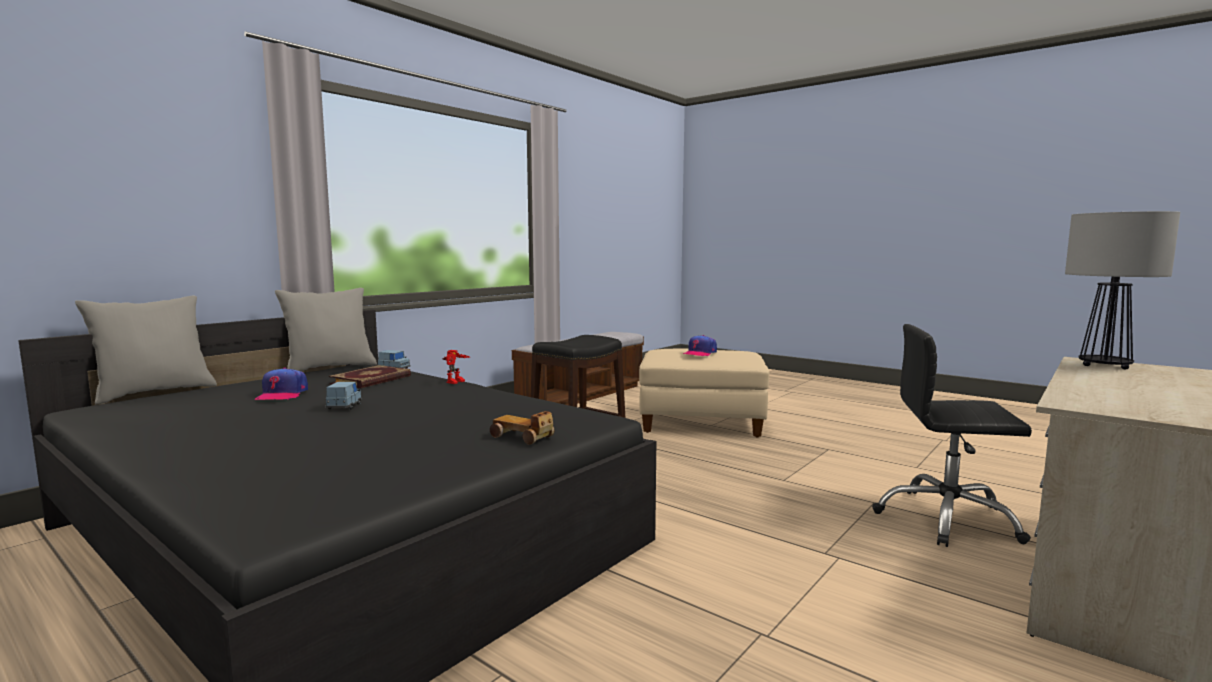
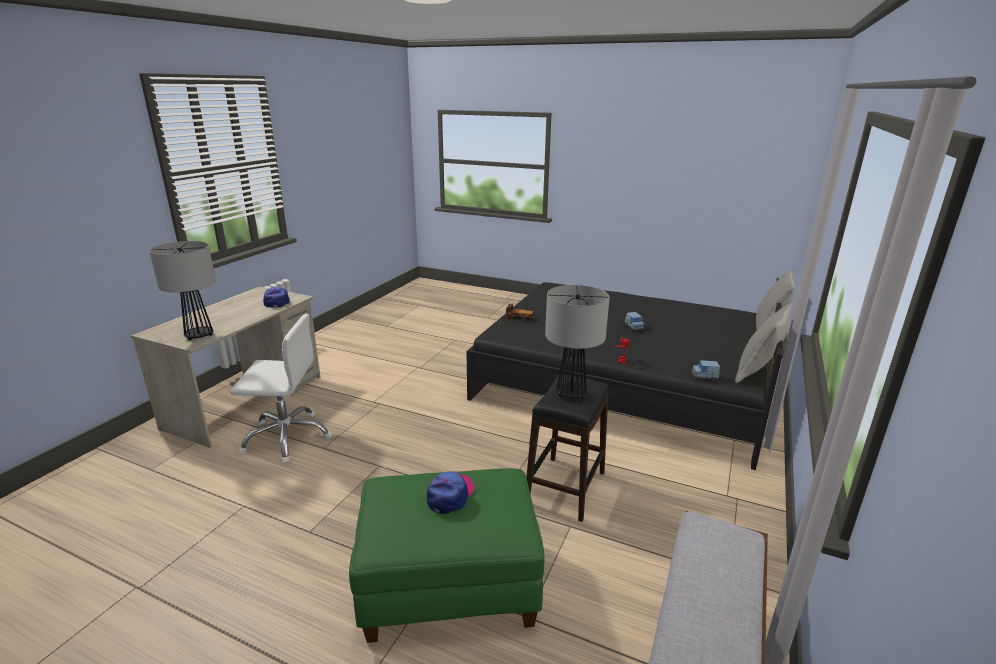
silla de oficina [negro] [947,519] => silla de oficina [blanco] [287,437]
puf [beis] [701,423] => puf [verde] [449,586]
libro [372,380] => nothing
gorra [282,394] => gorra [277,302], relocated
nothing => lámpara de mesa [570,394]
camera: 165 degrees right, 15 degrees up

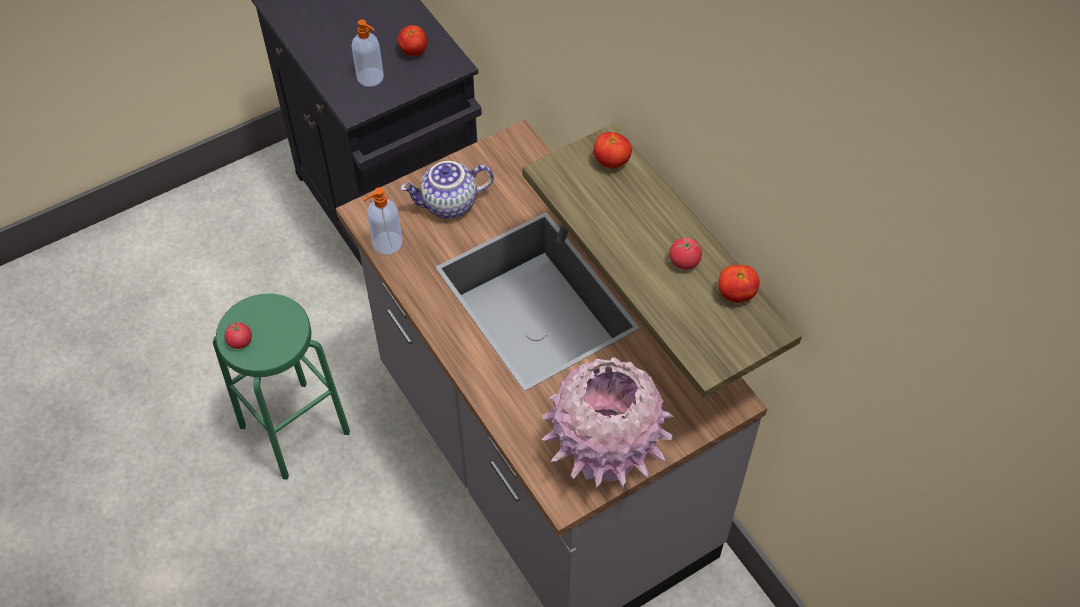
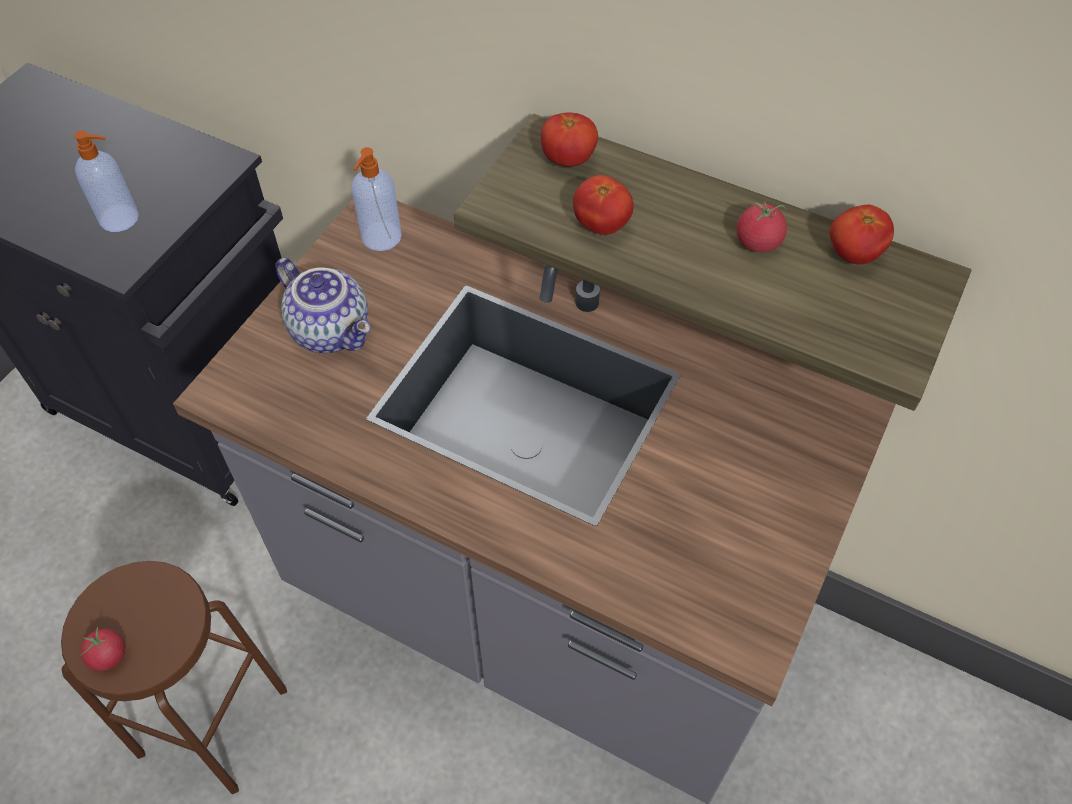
tomate [413,51] => tomate [601,225], relocated
tetera [449,205] => tetera [333,330], 90 degrees counterclockwise
dispensador de jabón [386,244] => dispensador de jabón [380,238], relocated
taburete [verde] [294,429] => taburete [marrón] [212,722]
florero [rosa] [605,453] => nothing
camera: 30 degrees left, 0 degrees up

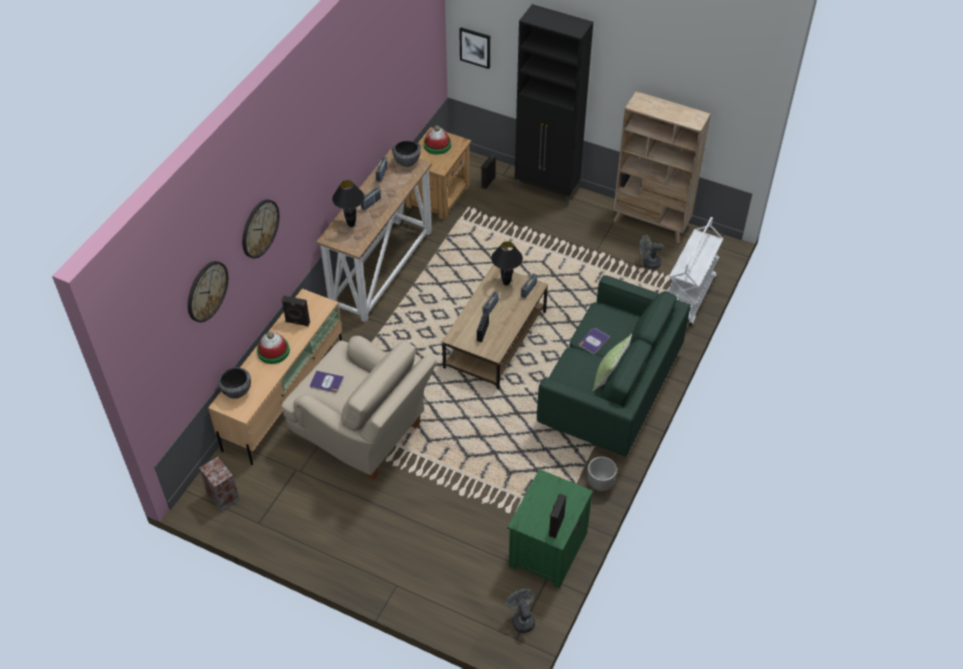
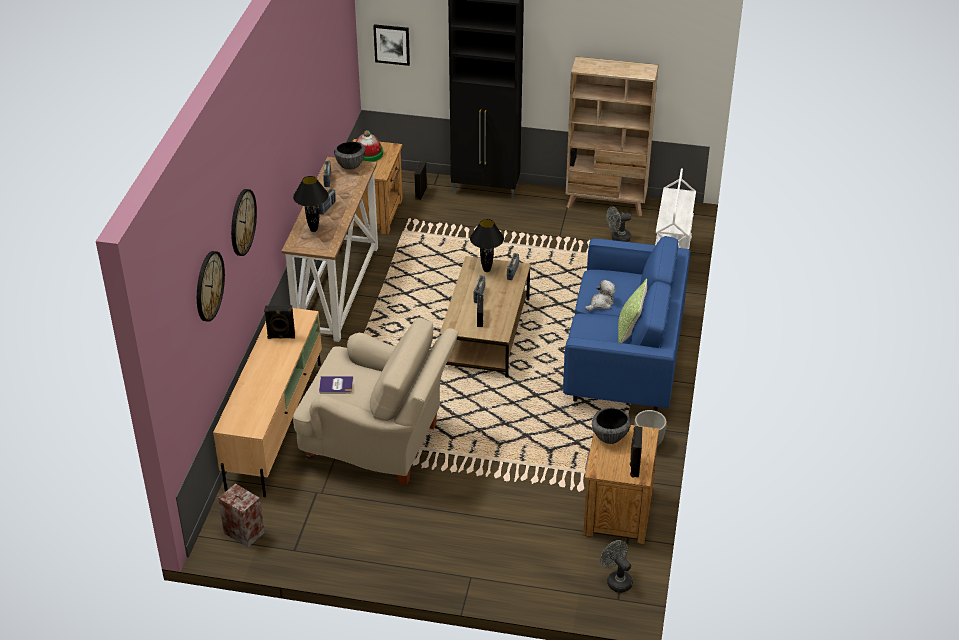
sofá [verde] [609,391] => sofá [azul] [623,358]
libro [593,341] => peluche [601,303]
sombrero [273,351] => nothing
cuenco [237,392] => cuenco [609,437], relocated
mesita de noche [verde] [546,550] => mesita de noche [marrón] [617,512]
camera: 15 degrees left, 10 degrees down

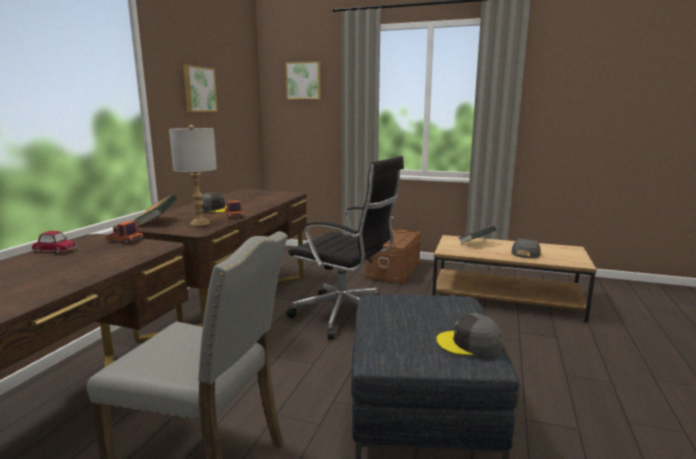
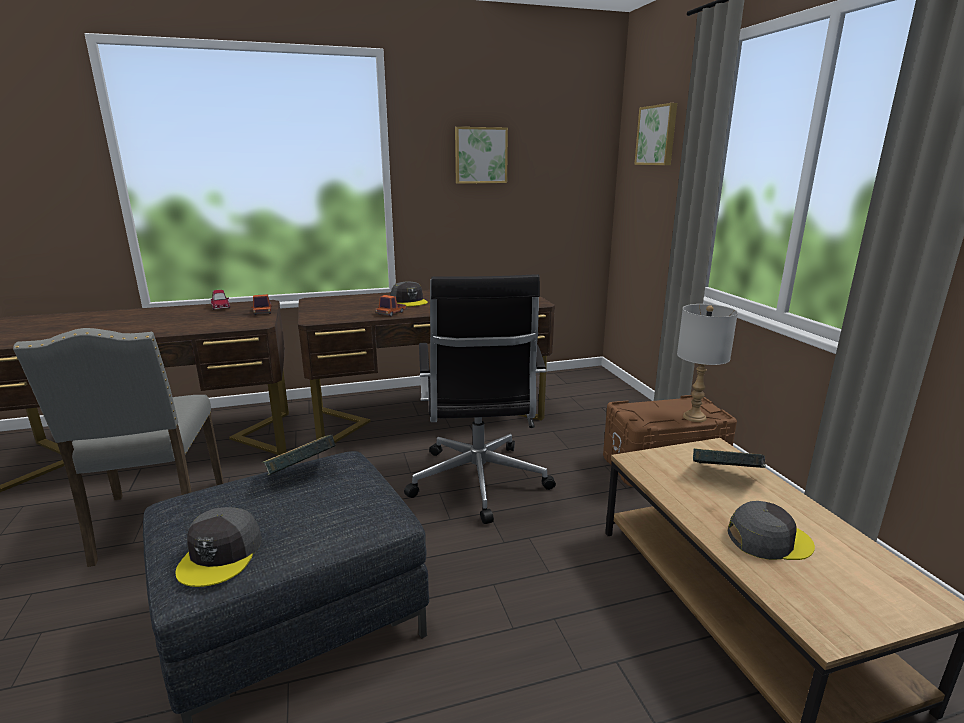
lámpara de mesa [gris] [199,223] => lámpara de mesa [gris] [694,417], relocated
libro [158,222] => libro [301,474], relocated
gorra [gris] [469,343] => gorra [gris] [221,554], 150 degrees counterclockwise
camera: 55 degrees right, 5 degrees up

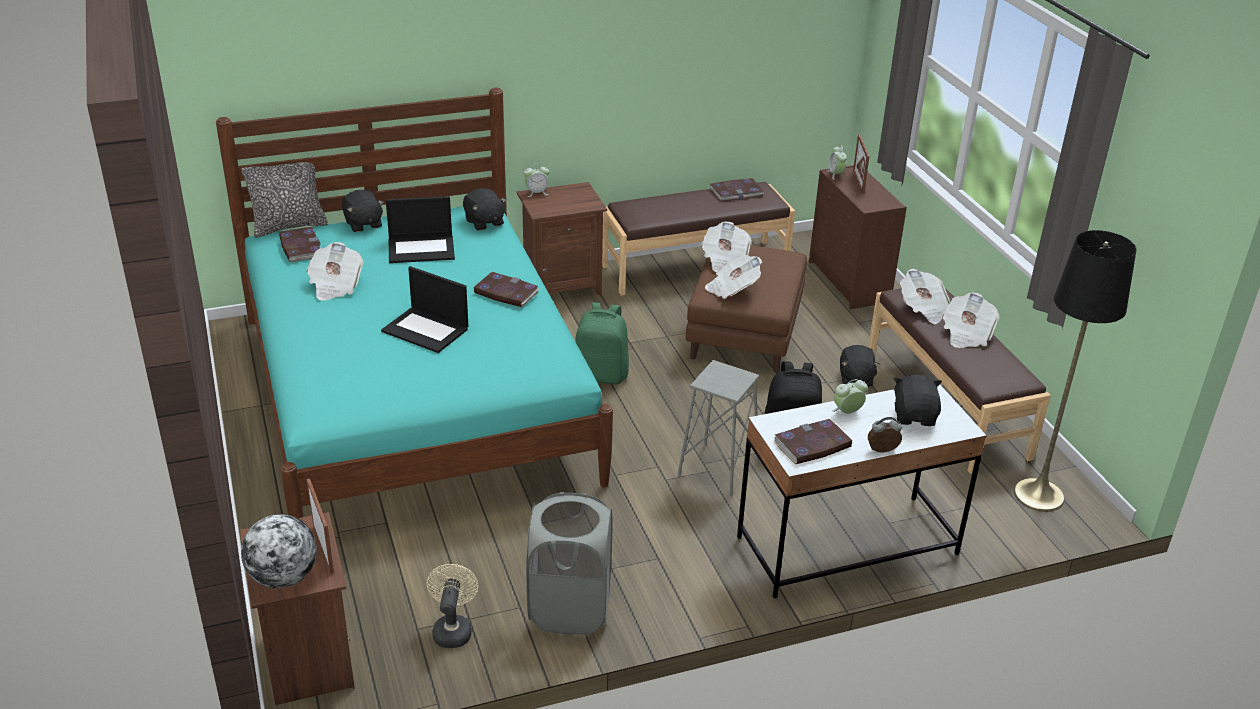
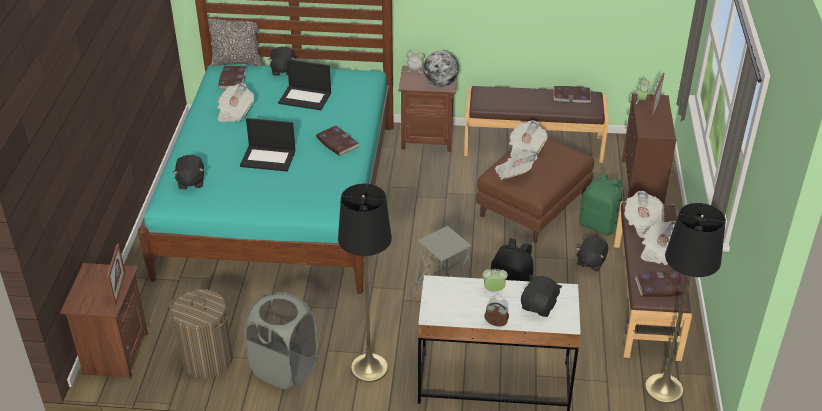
peluche [negro] [484,222] => peluche [negro] [190,182], relocated
portátil [426,330] => portátil [269,158], 45 degrees counterclockwise
mochila [verde] [601,375] => mochila [verde] [599,225], relocated
libro [812,445] => libro [660,287], relocated
globo terráqueo [283,578] => globo terráqueo [440,83], relocated
ventilador [beis] [453,629] => cesto de la ropa [207,360]
nothing => lámpara de pie [negro] [369,368]
camera: 25 degrees right, 5 degrees up

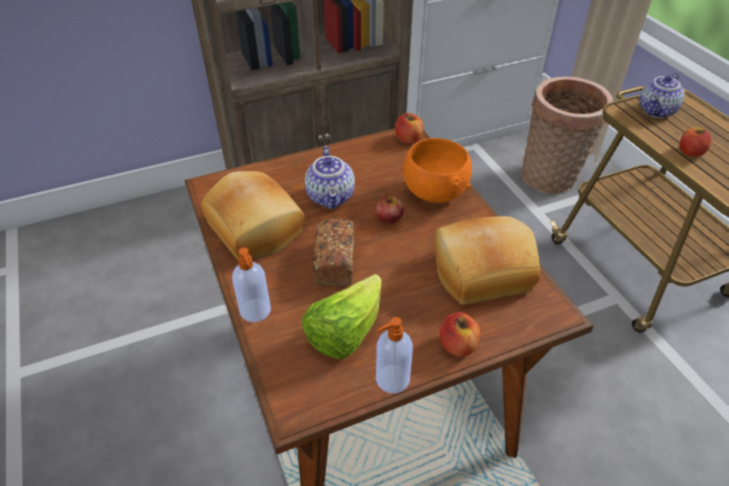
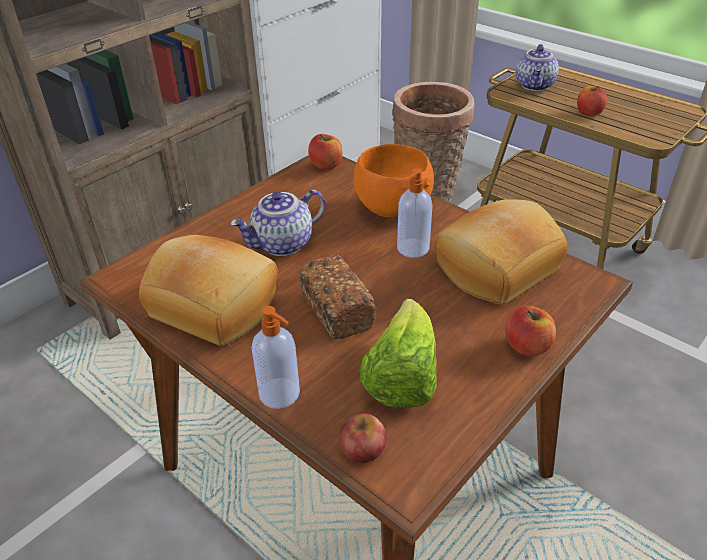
tetera [332,197] => tetera [283,245], 90 degrees clockwise
manzana [389,217] => manzana [362,448], relocated
dispensador de jabón [391,379] => dispensador de jabón [412,249], relocated
camera: 25 degrees left, 5 degrees down

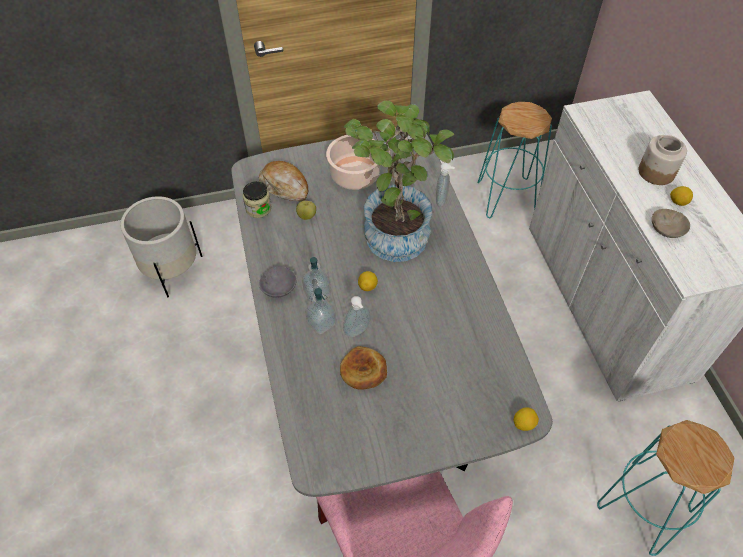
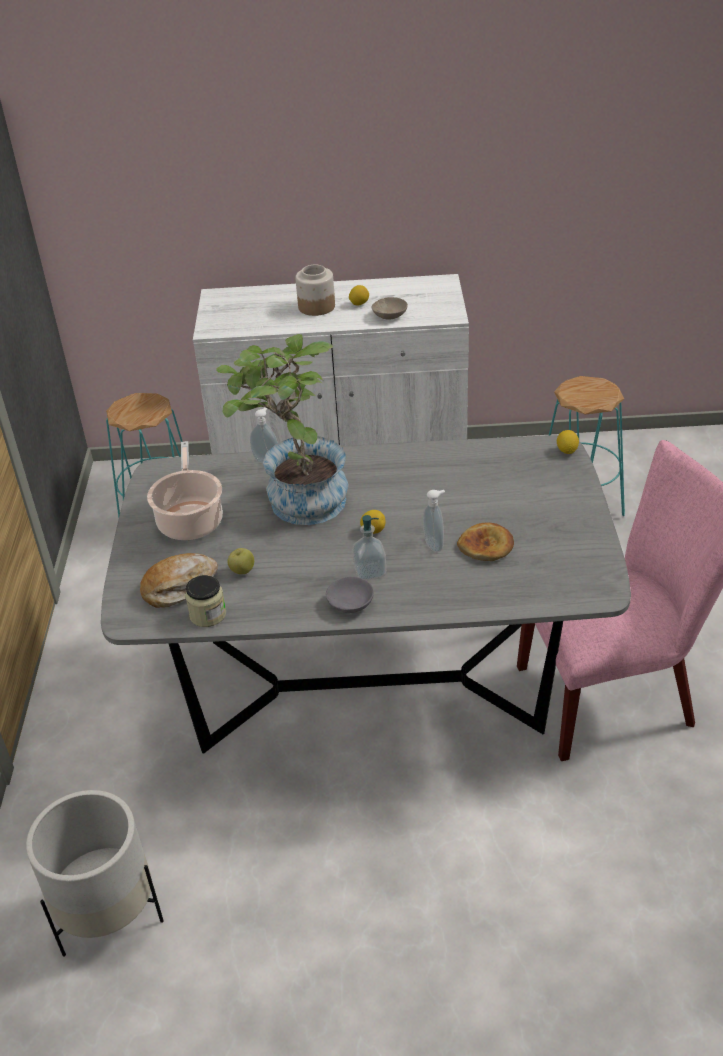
dispensador de jabón [321,323] => nothing
camera: 75 degrees left, 15 degrees down

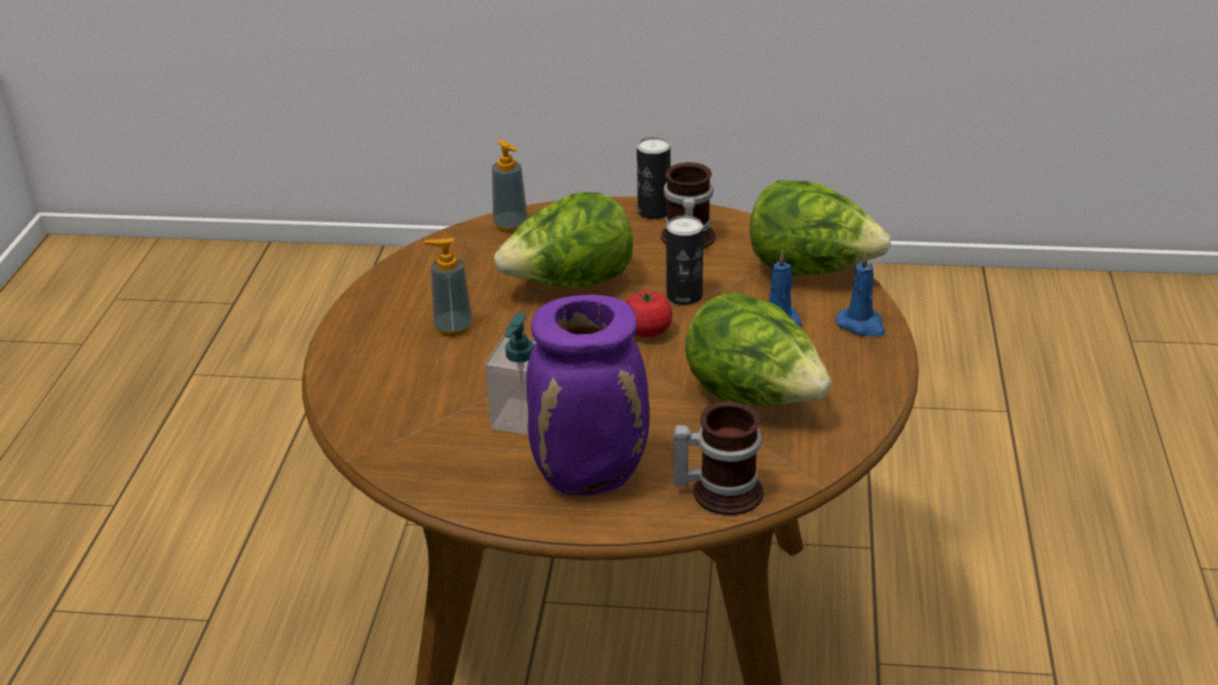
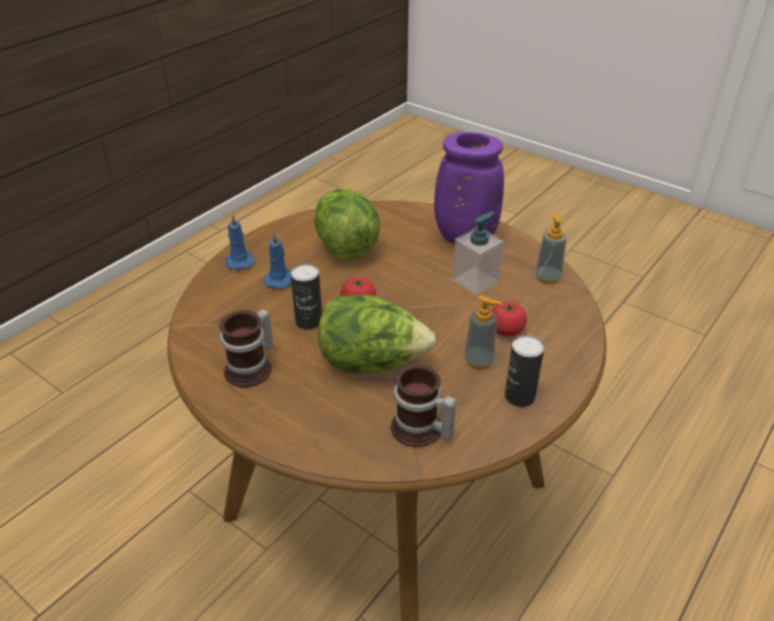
lata [654,212] => lata [519,396], relocated
dispensador de jabón [511,225] => dispensador de jabón [547,277], relocated
lechuga [812,270] => nothing
taza grande [720,490] => taza grande [420,431], relocated
nothing => tomate [506,330]
camera: 150 degrees left, 5 degrees up

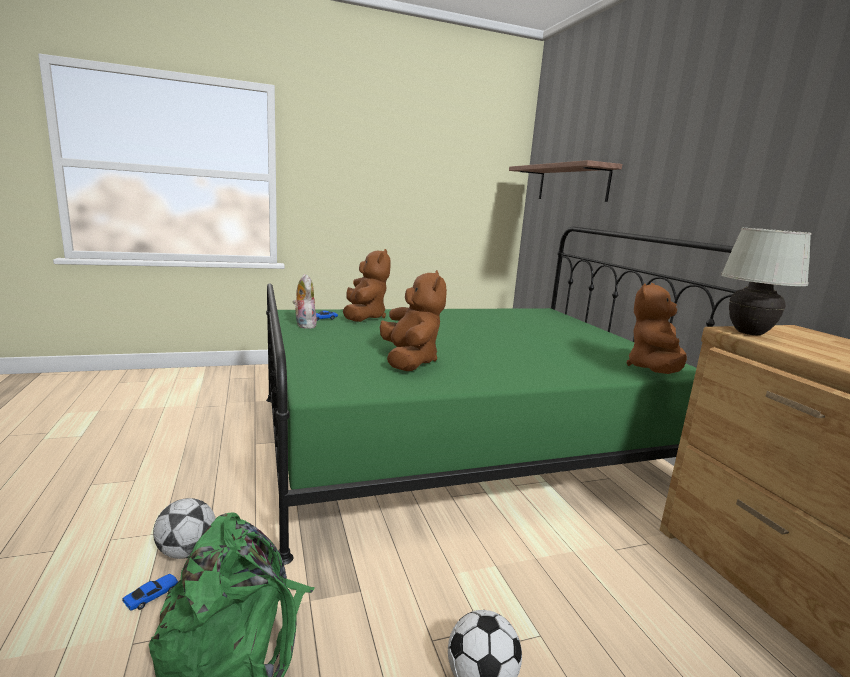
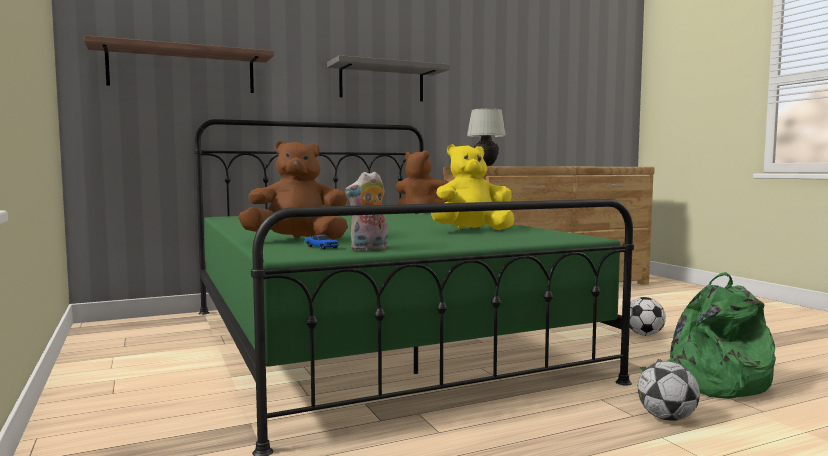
peluche [marrón] [409,361] => peluche [amarillo] [471,231]
coche de juguete [152,596] => nothing
nothing => estante [gris] [382,82]
camera: 95 degrees left, 10 degrees down

